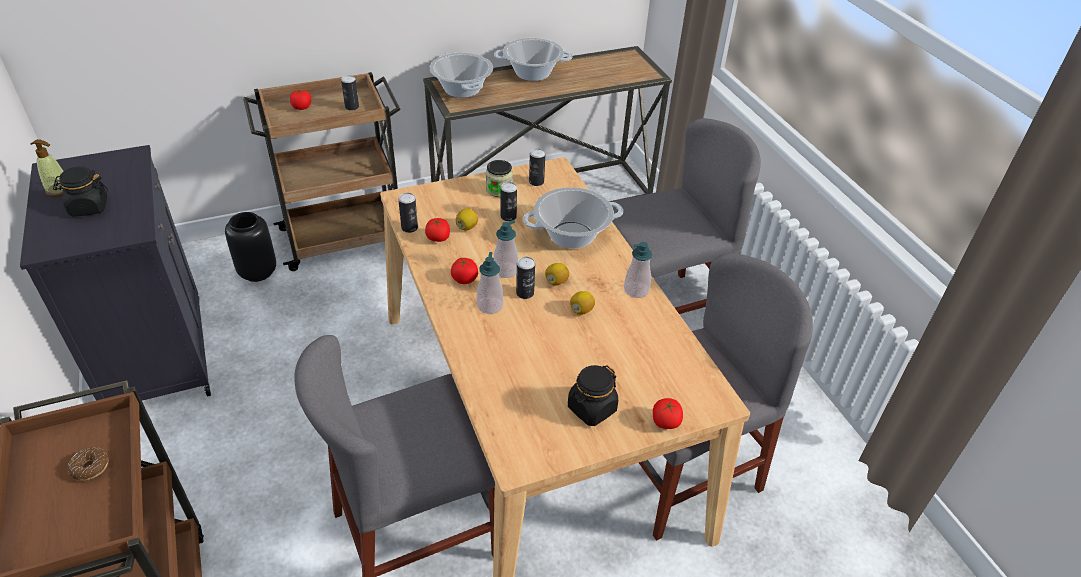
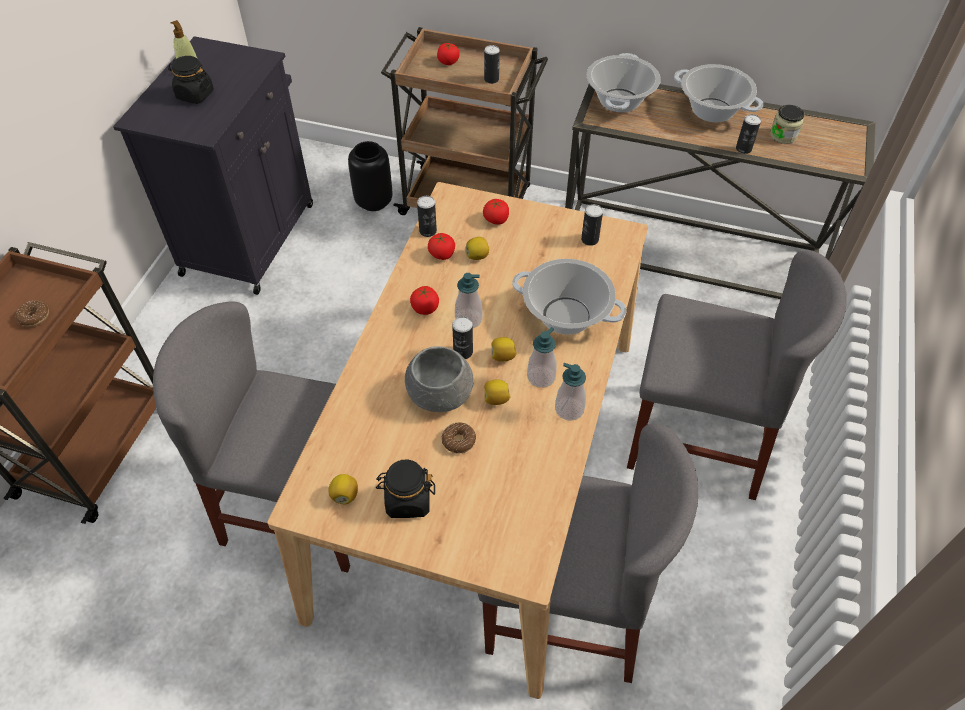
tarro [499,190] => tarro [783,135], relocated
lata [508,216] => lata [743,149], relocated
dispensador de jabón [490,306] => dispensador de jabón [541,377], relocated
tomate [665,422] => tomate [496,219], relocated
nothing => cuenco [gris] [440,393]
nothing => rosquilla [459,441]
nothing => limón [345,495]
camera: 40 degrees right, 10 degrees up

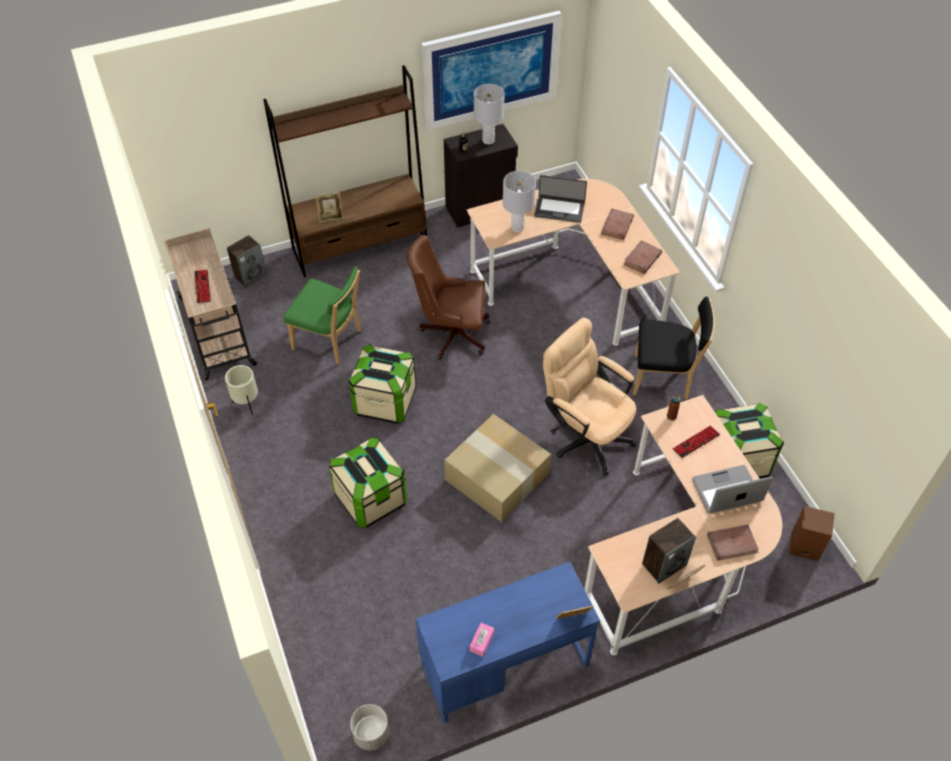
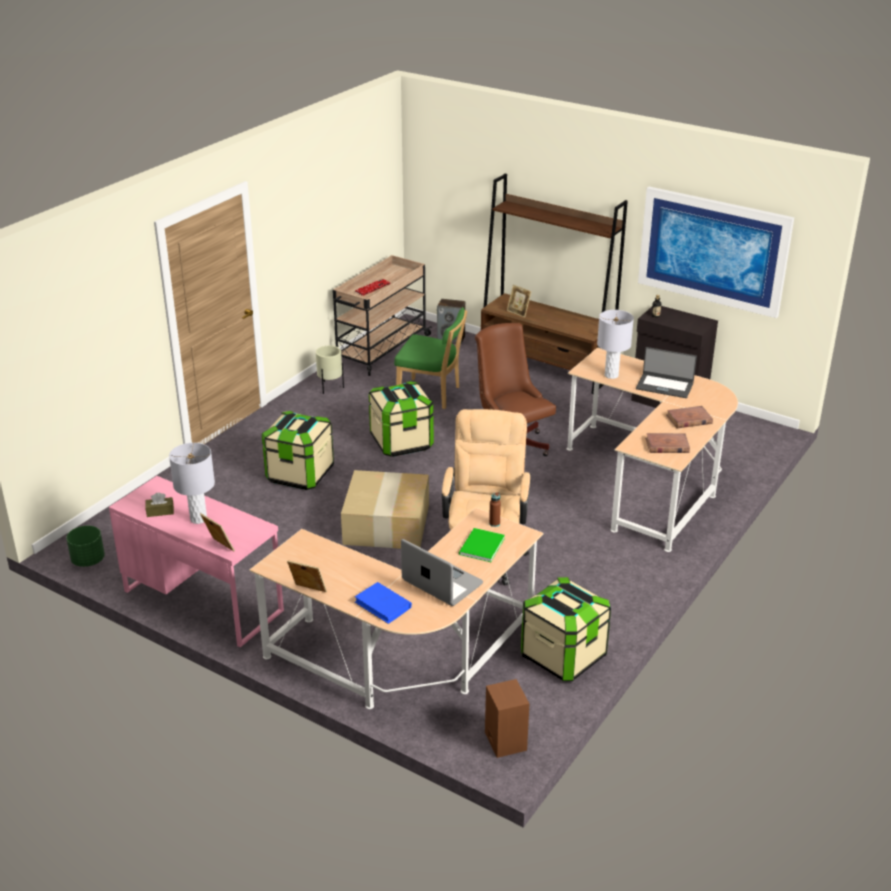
lámpara de mesa [gris] [488,140] => lámpara de mesa [gris] [198,519], relocated
portátil [559,209] => portátil [664,386], 45 degrees counterclockwise
silla [verde] [330,341] => silla [verde] [431,395], 60 degrees counterclockwise
silla [negro] [664,378] => nothing
teclado [696,442] => libro [verde] [480,547]
altavoz [664,564] => nothing
libro [marrón] [732,543] => libro [azul] [383,605]
escritorio [azul] [504,664] => escritorio [rosa] [203,600]
caja de pañuelos [rosa] [481,642] => caja de pañuelos [marrón] [160,511]
maceta [gris] [371,734] => maceta [verde] [88,560]
camera: 55 degrees right, 20 degrees down

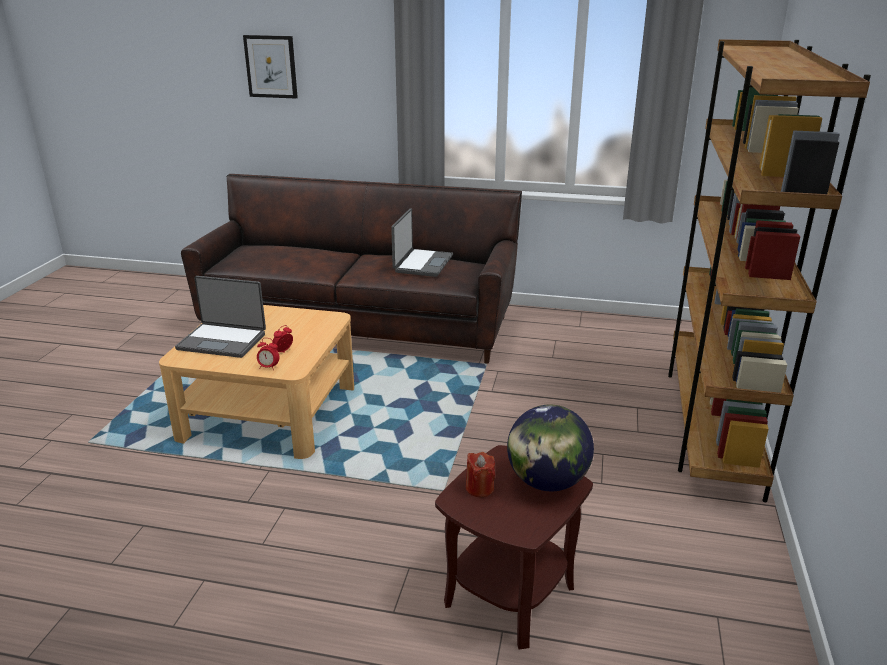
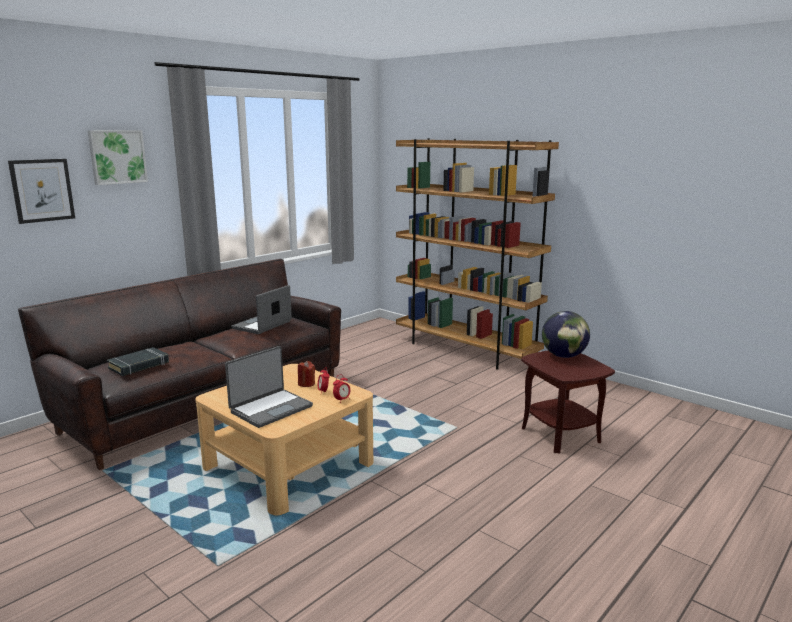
portátil [422,264] => portátil [263,325], 105 degrees counterclockwise
vela [rojo] [479,488] => vela [rojo] [306,384], relocated
nothing => cuadro [117,157]
nothing => libro [negro] [139,365]
camera: 60 degrees left, 10 degrees down

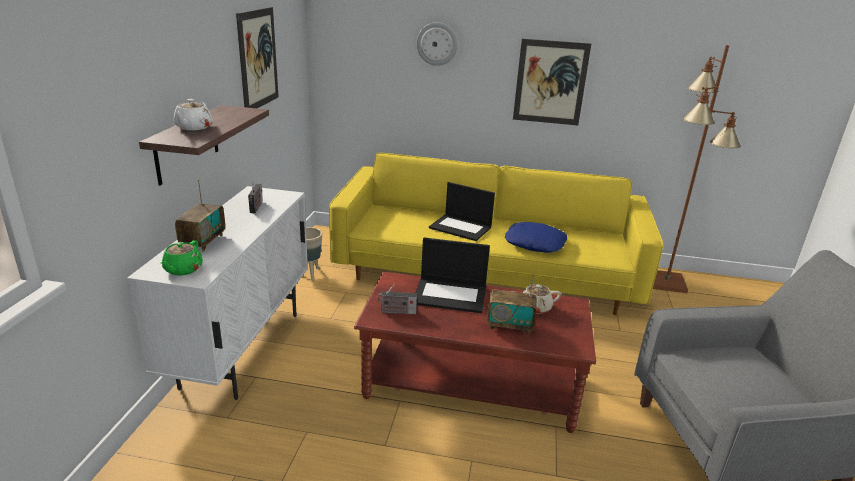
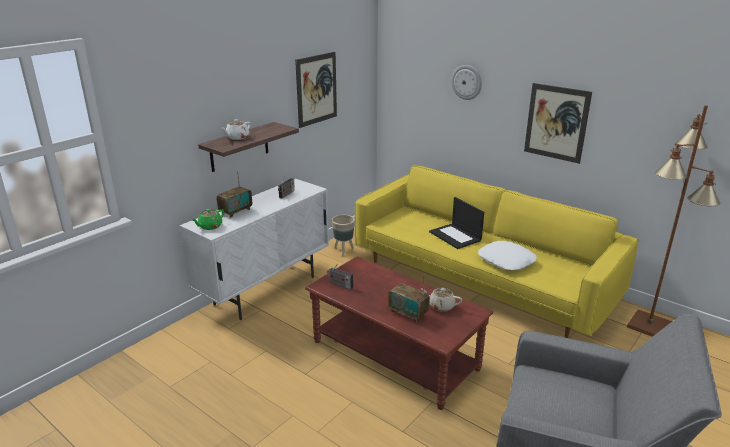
cojín [azul] [535,243] => cojín [blanco] [506,261]
portátil [451,295] => nothing
camera: 30 degrees right, 0 degrees up

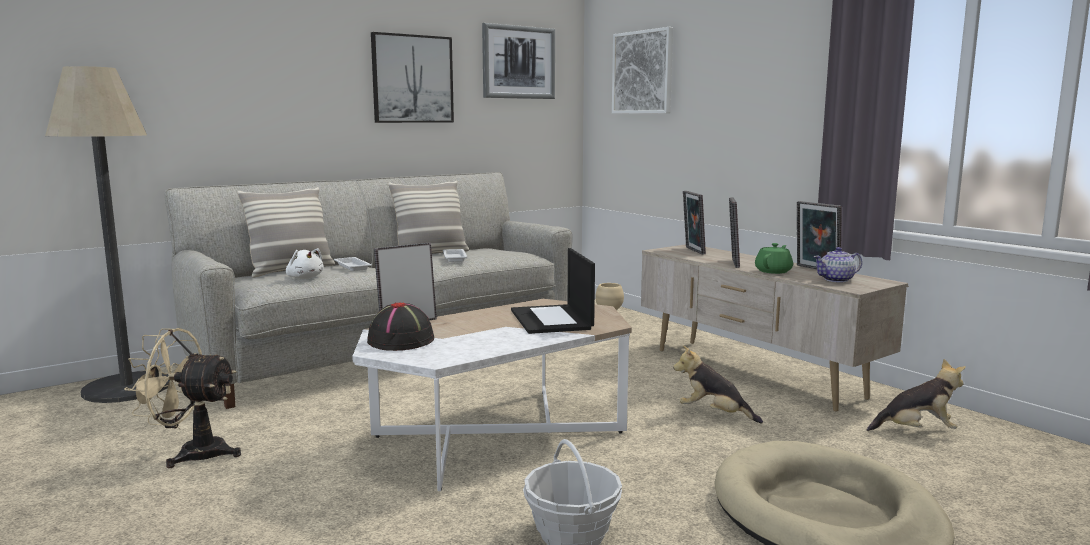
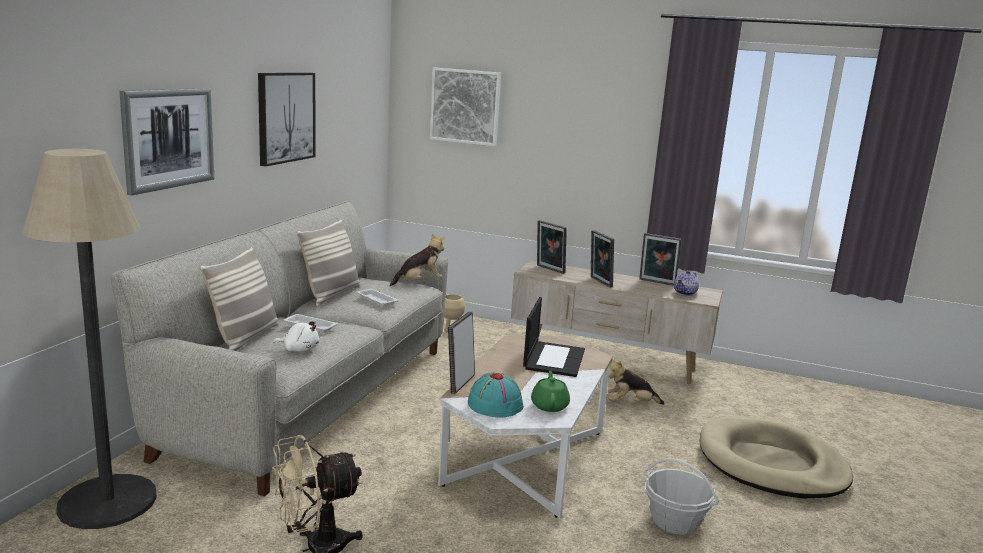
cuadro [518,62] => cuadro [168,138], relocated
tetera [verde] [773,271] => tetera [verde] [549,405], relocated
portátil [552,320] => portátil [553,359], 120 degrees counterclockwise
sombrero [negro] [401,340] => sombrero [turquesa] [494,404]
peluche [916,431] => peluche [419,282], relocated
camera: 35 degrees left, 5 degrees up

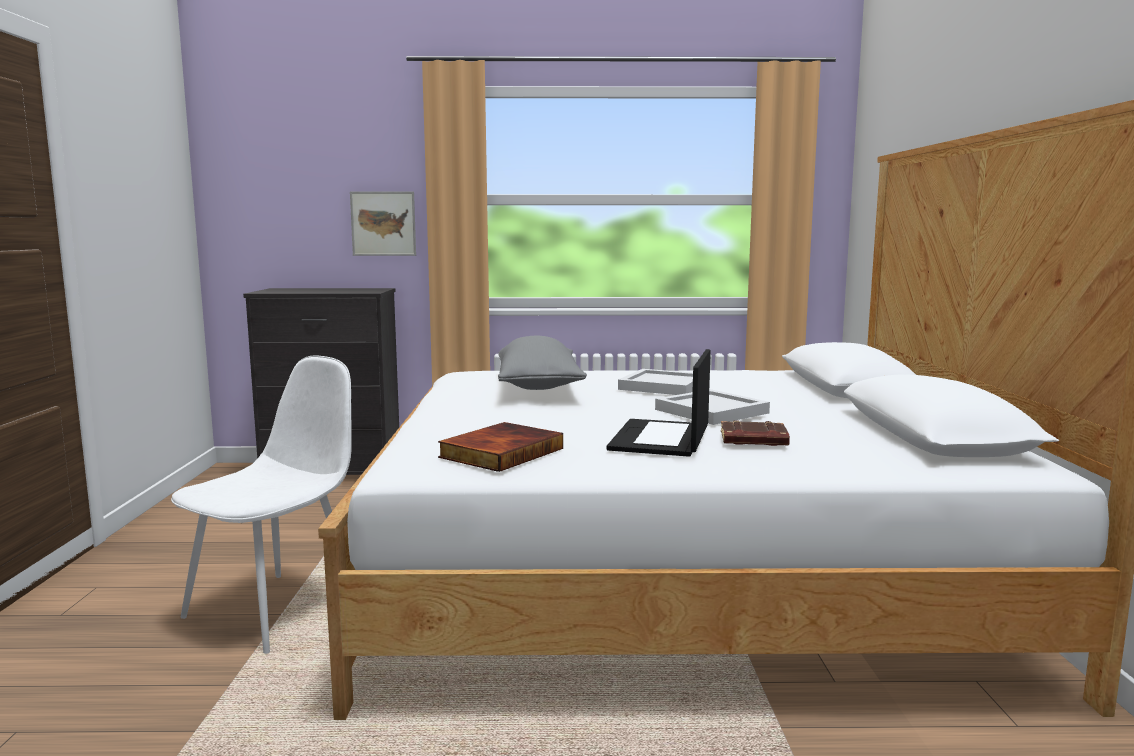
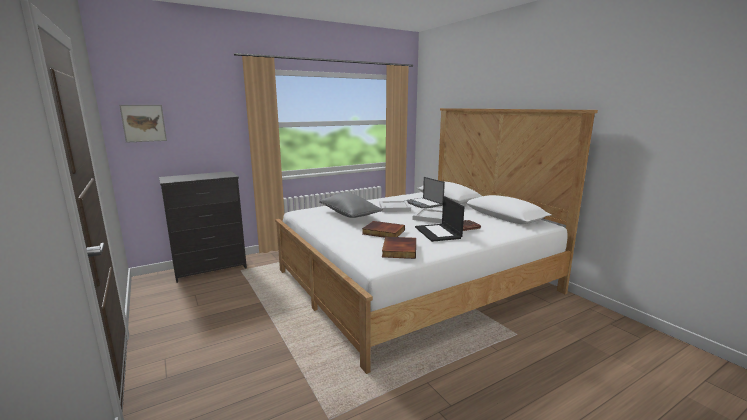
cuadro [383,223] => cuadro [144,123], relocated
silla [blanco] [277,609] => nothing
nothing => portátil [423,203]
nothing => libro [383,232]
camera: 30 degrees left, 5 degrees up

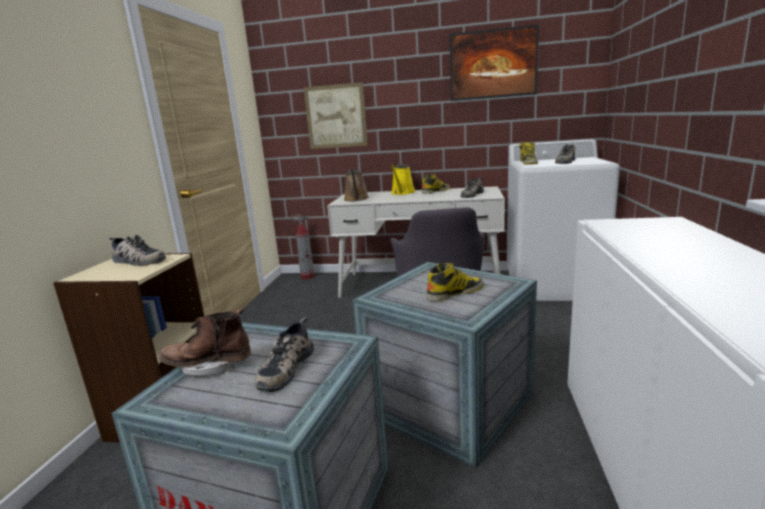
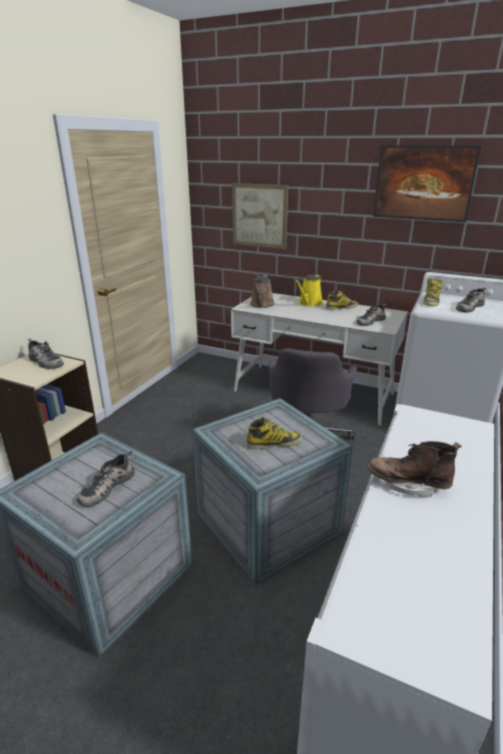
extintor [307,277] => nothing
bota [marrón] [209,367] => bota [marrón] [407,484], relocated
camera: 15 degrees right, 10 degrees up

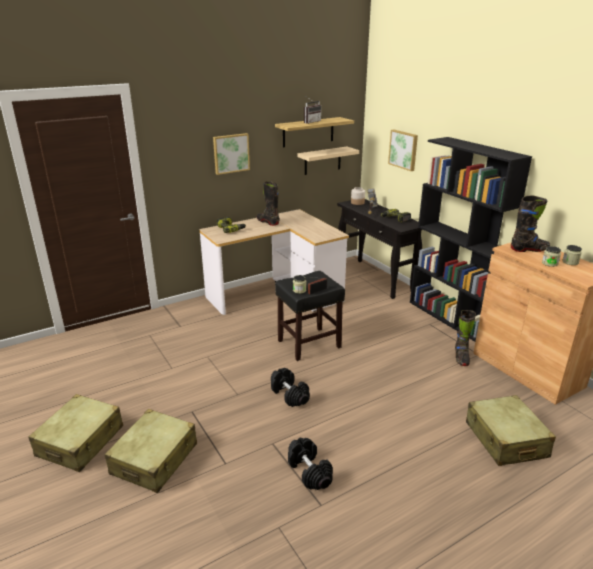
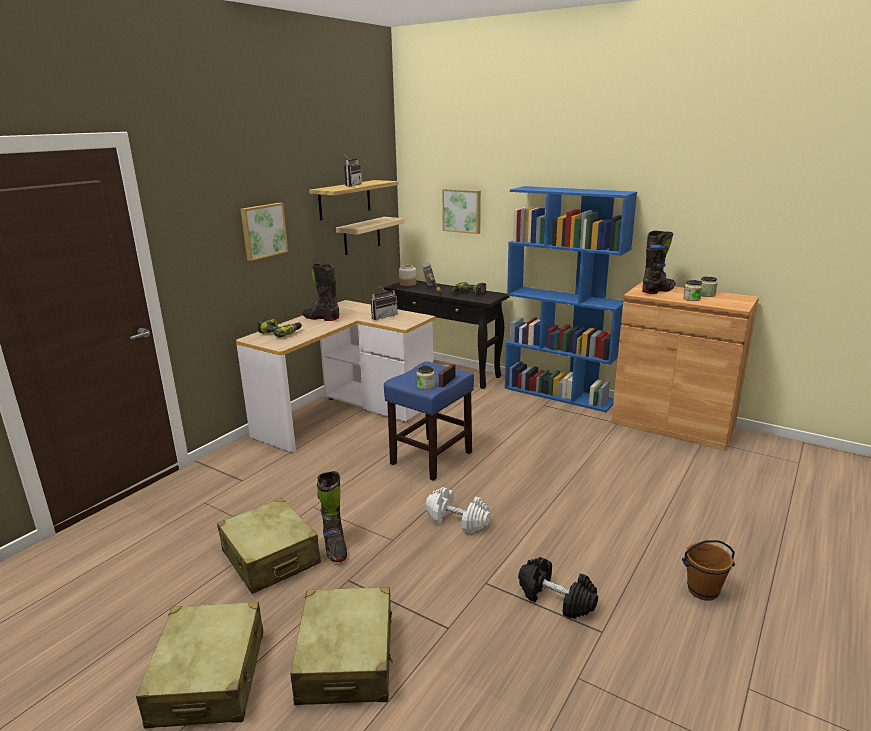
estantería [negro] [451,318] => estantería [azul] [559,394]
taburete [negro] [308,344] => taburete [azul] [431,458]
bota [negro] [461,358] => bota [negro] [335,548], relocated
mancuerna [negro] [289,395] => mancuerna [blanco] [457,521]
maleta [beis] [505,440] => maleta [beis] [270,558], relocated
nothing => radio [383,316]
nothing => cubo [marrón] [702,590]
camera: 25 degrees left, 5 degrees down

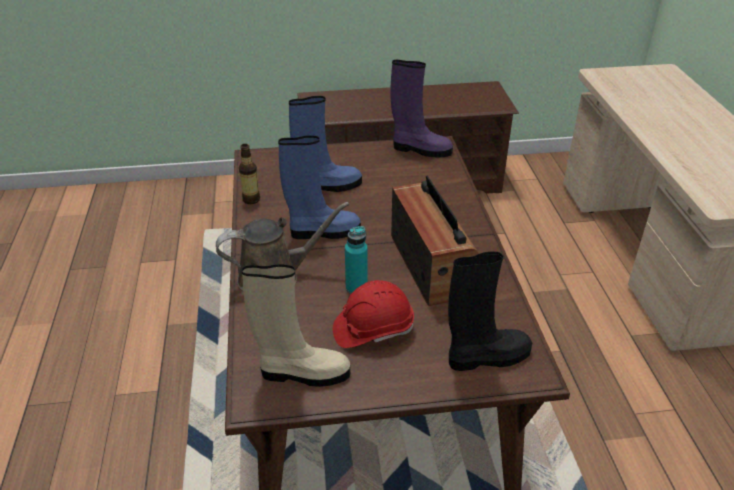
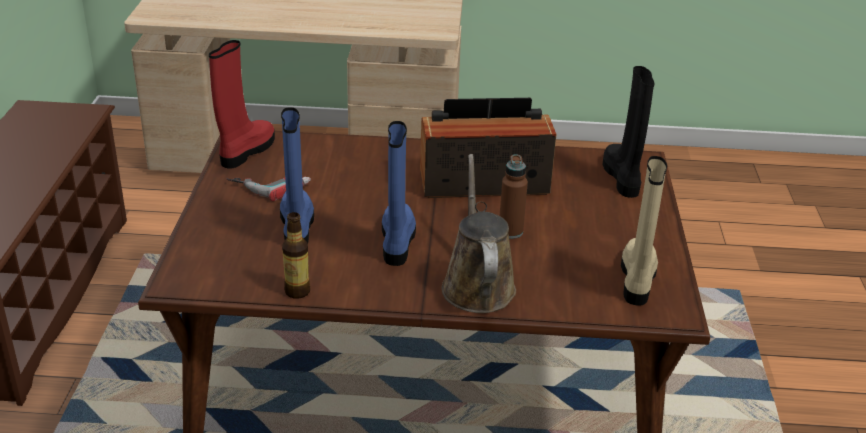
bota [morado] [420,149] => bota [rojo] [246,151]
botella [turquesa] [356,288] => botella [marrón] [510,232]
casco [rojo] [373,329] => nothing
nothing => taladro [270,185]
camera: 80 degrees left, 5 degrees down

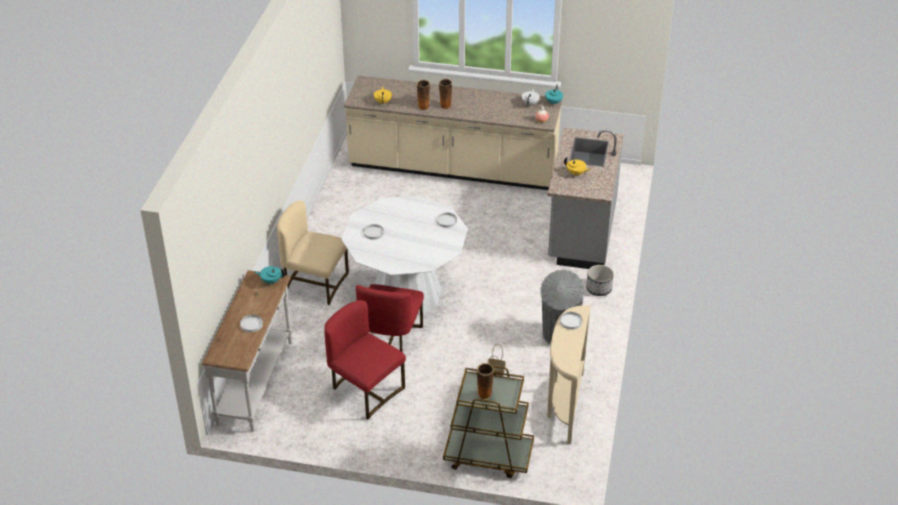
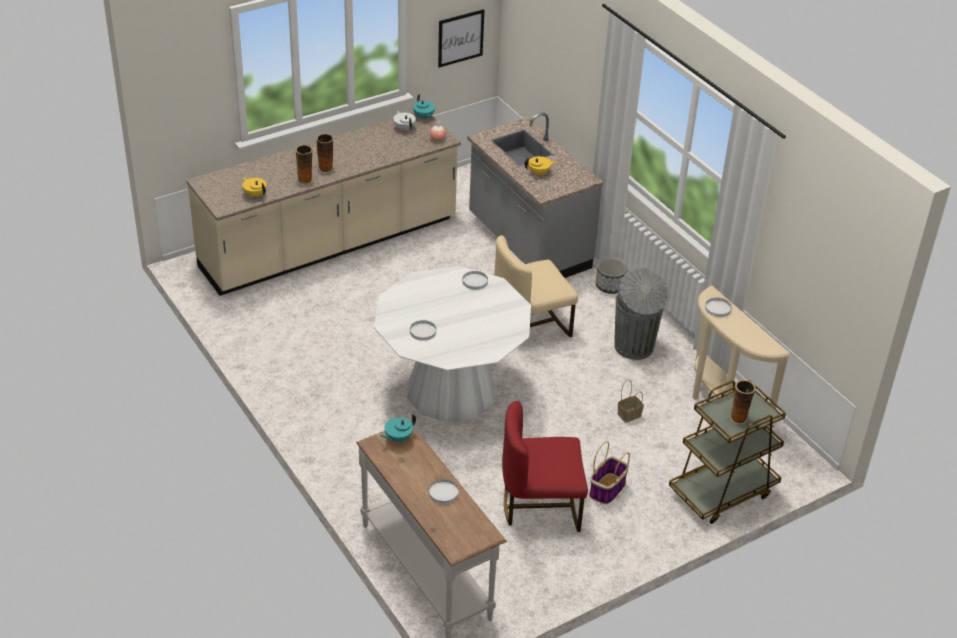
silla [beis] [315,283] => silla [beis] [530,325], relocated
silla [rojo] [390,340] => nothing
nothing => cuadro [460,38]
nothing => cesta [607,490]
camera: 45 degrees left, 0 degrees up

